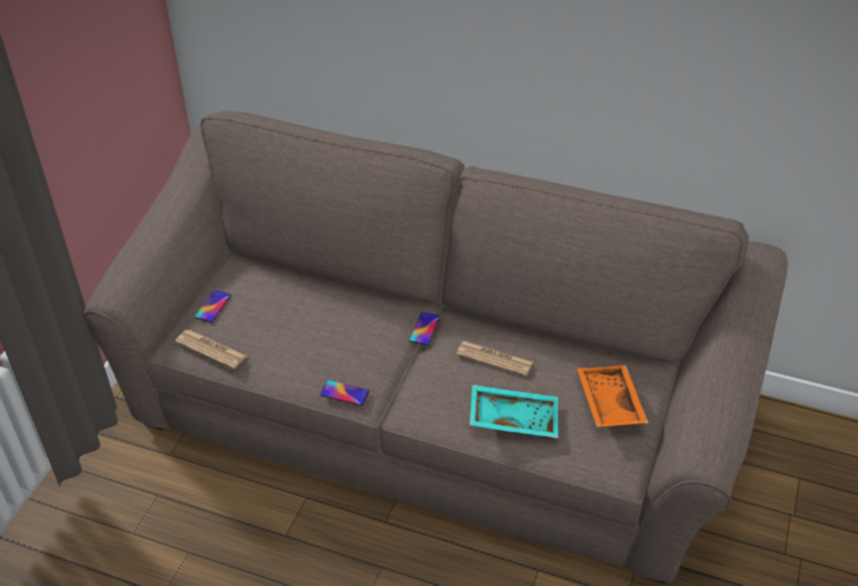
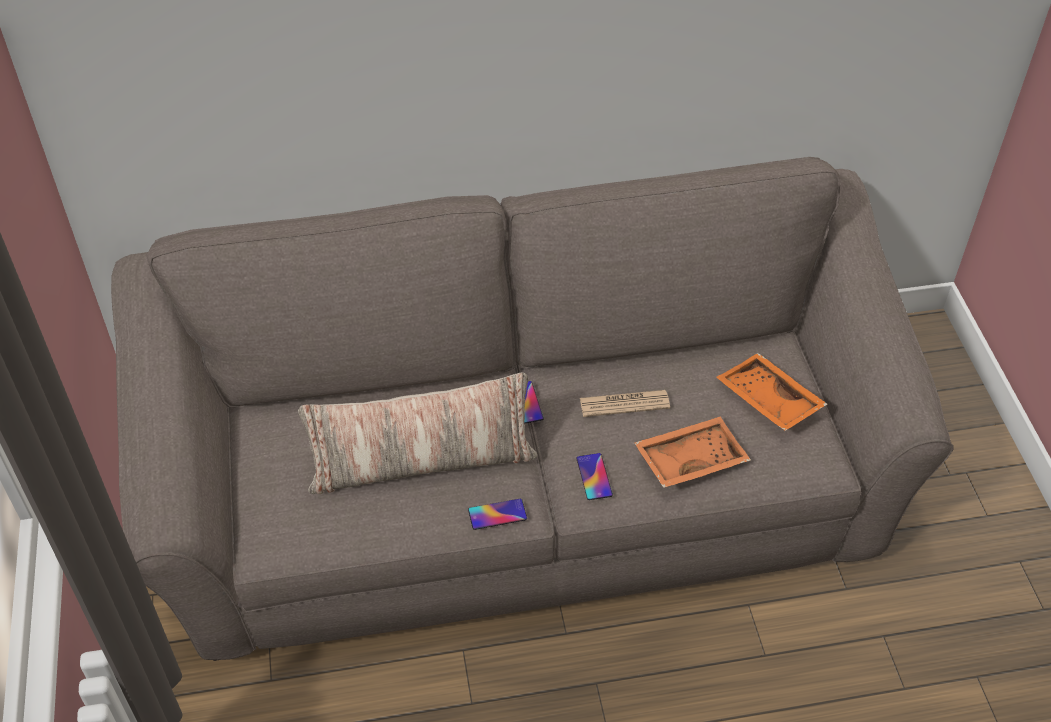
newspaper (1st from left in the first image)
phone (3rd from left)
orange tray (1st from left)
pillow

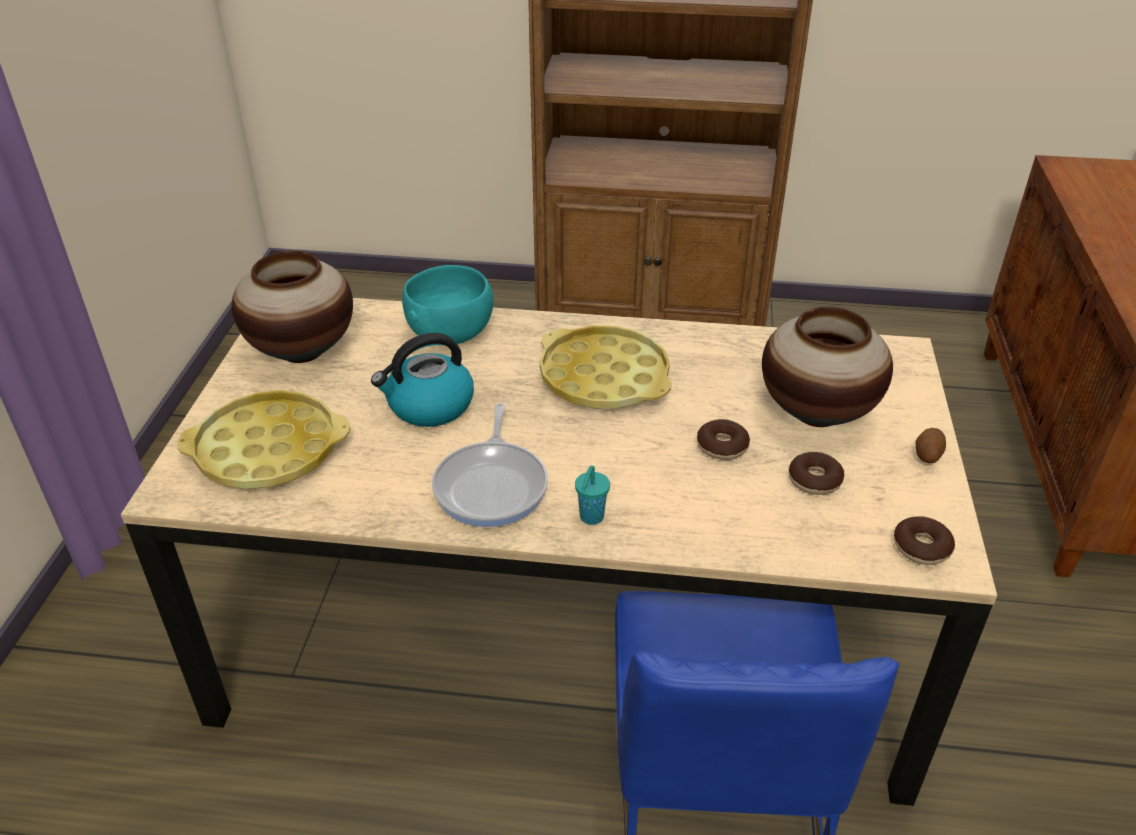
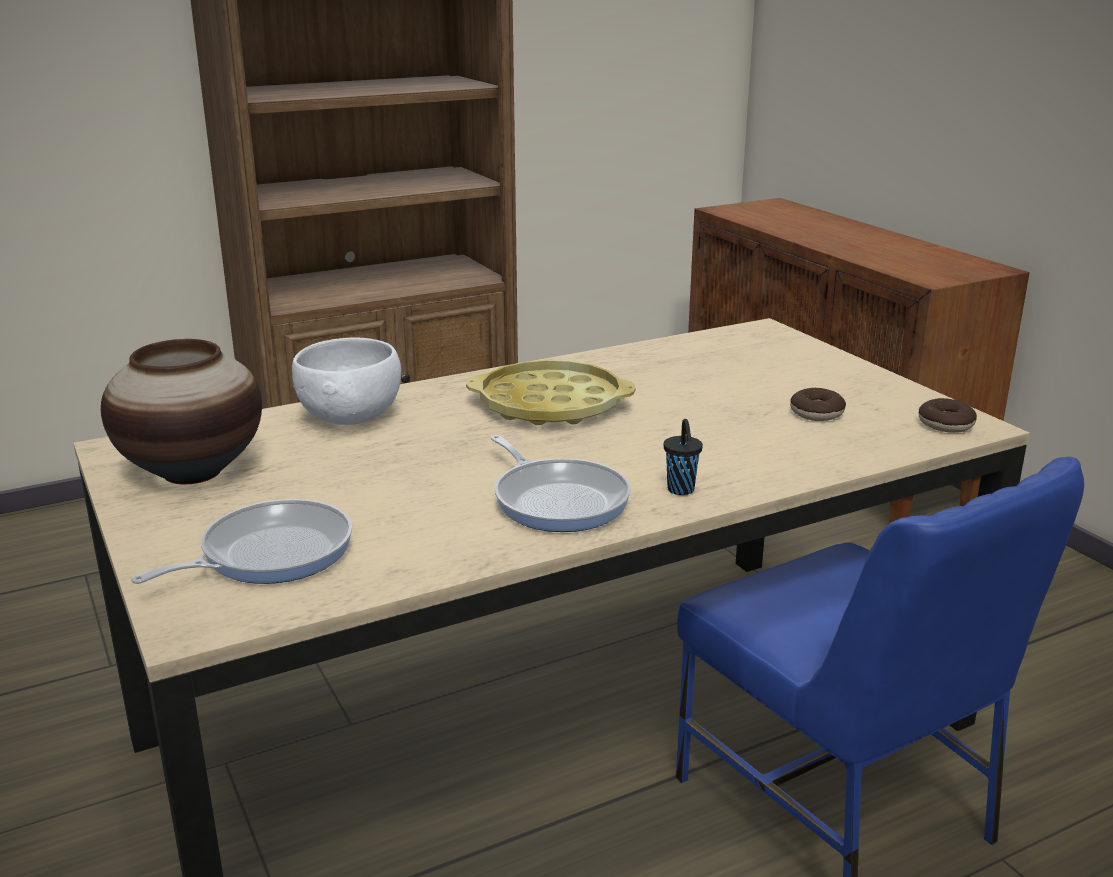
frying pan (1st from left)
kettle
white bowl
black cup
donut (1st from left in the first image)
vase (2nd from left in the first image)
potato

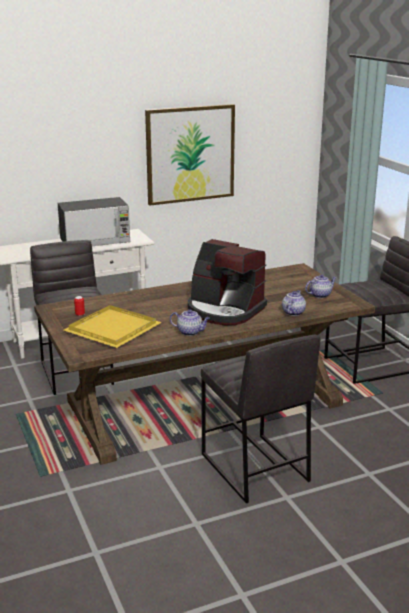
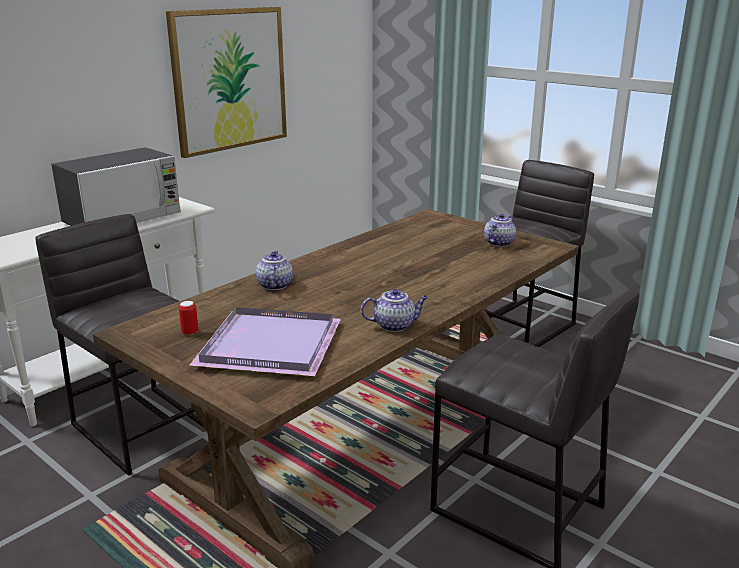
purple tray
coffee machine
teapot (1st from left)

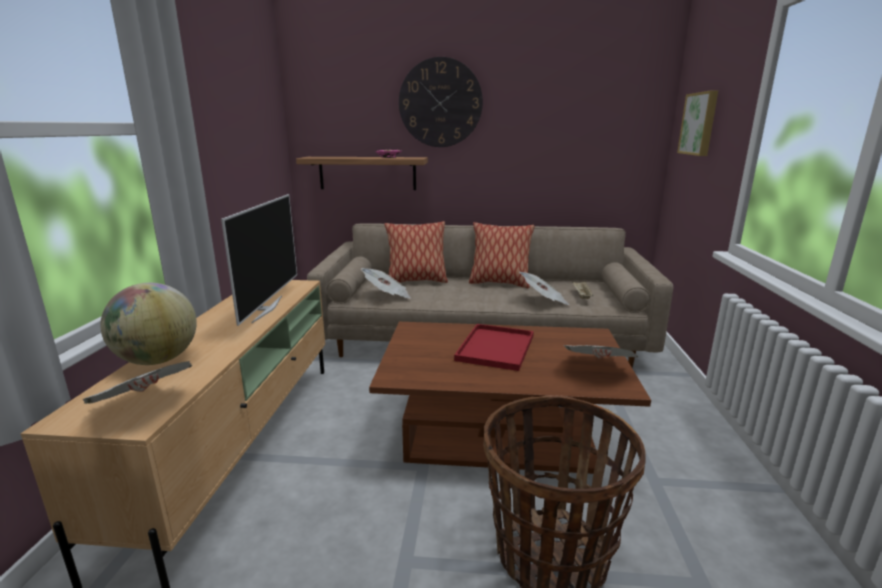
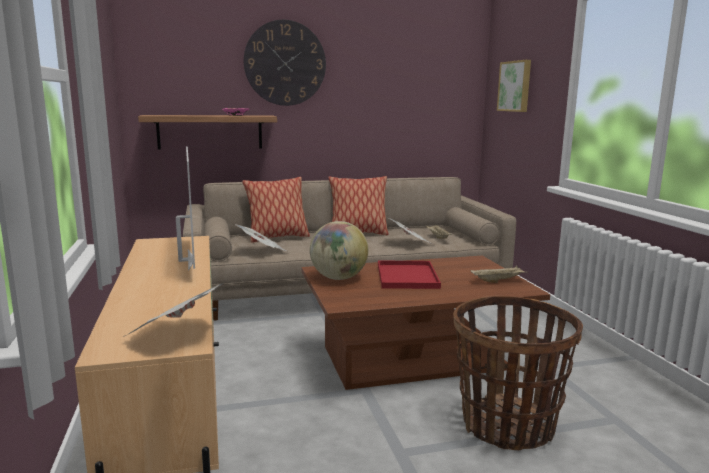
globe
beige tray (2nd from left)

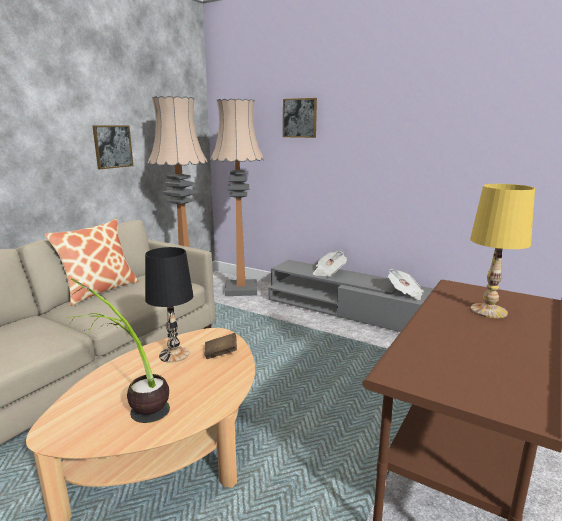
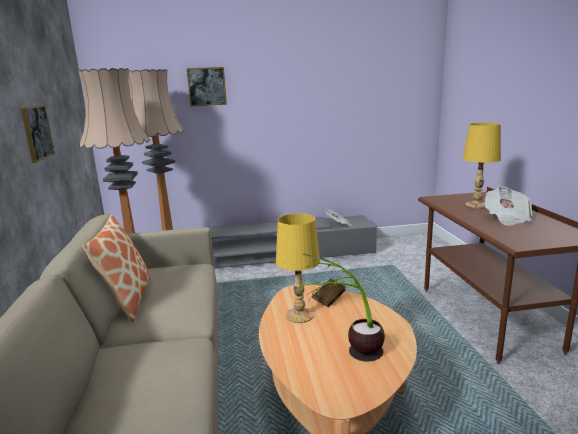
yellow table lamp (1st from left)
newspaper (2nd from left)

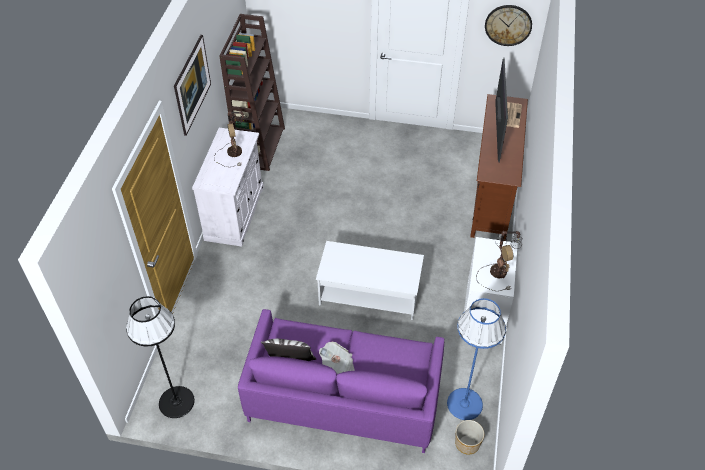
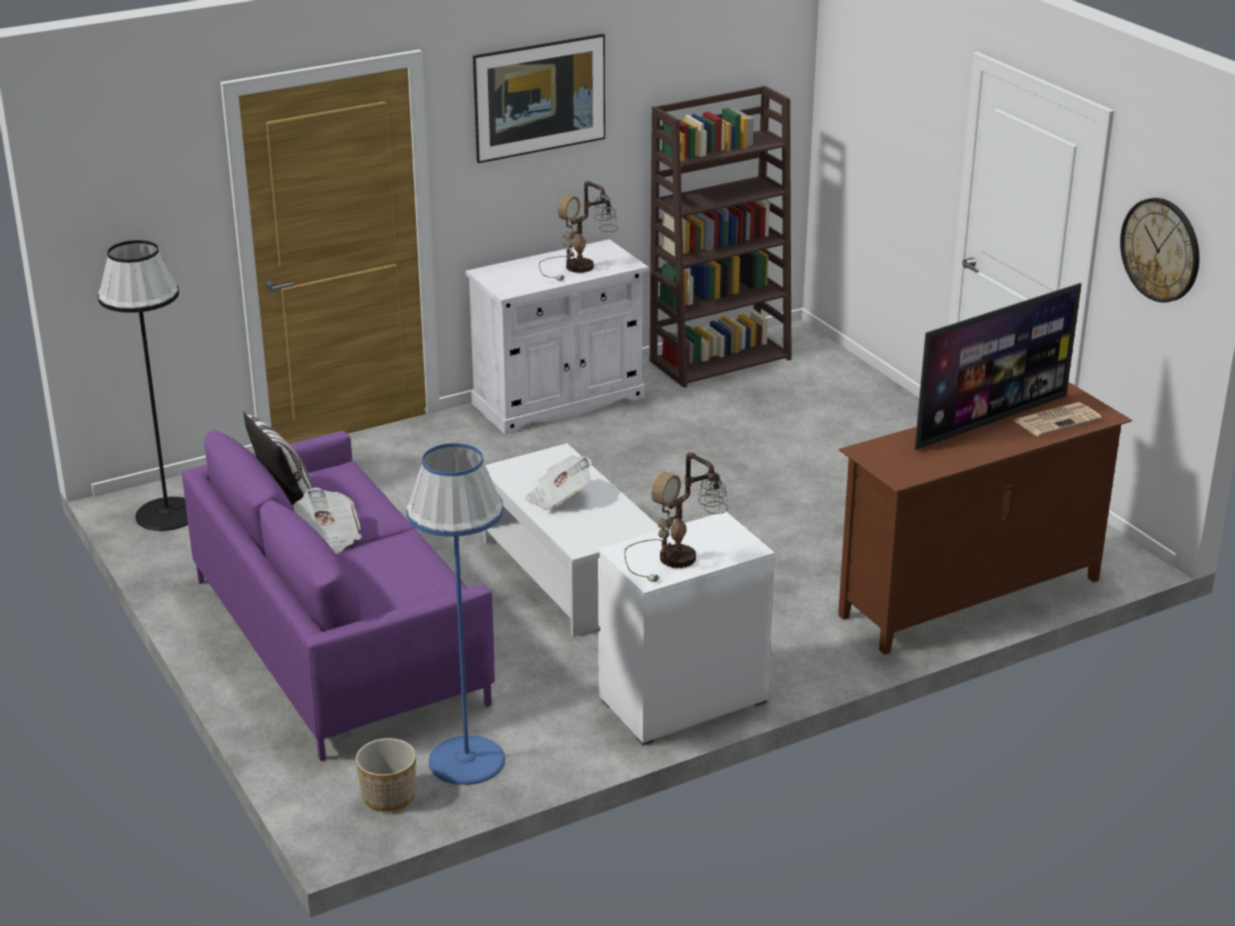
newspaper (2nd from left)

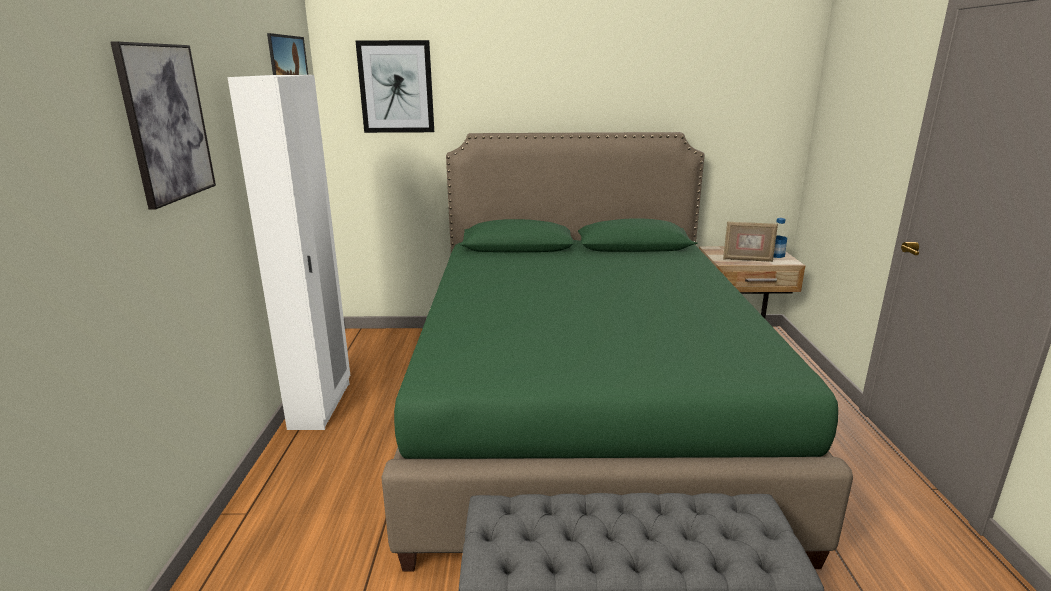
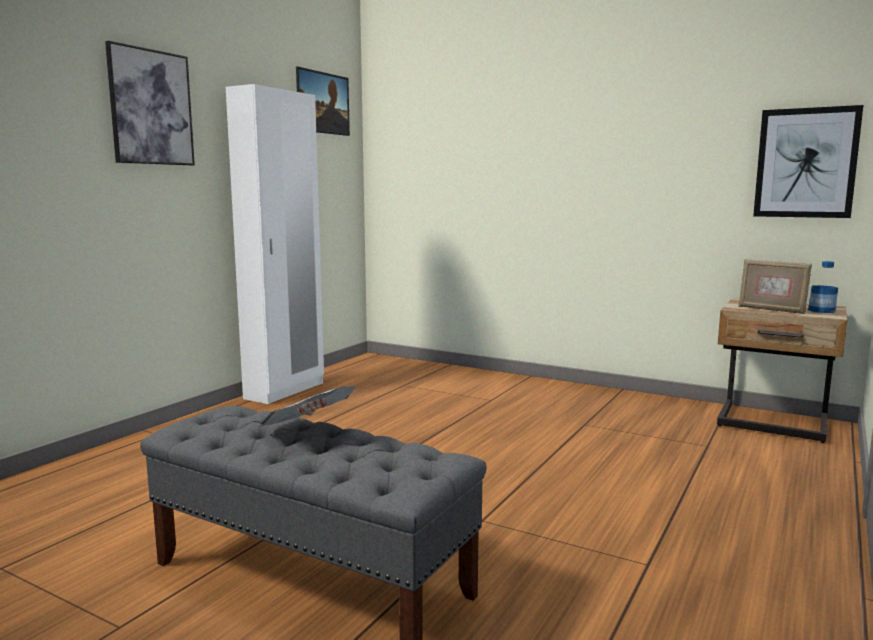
picture (3rd from left)
green bed
newspaper

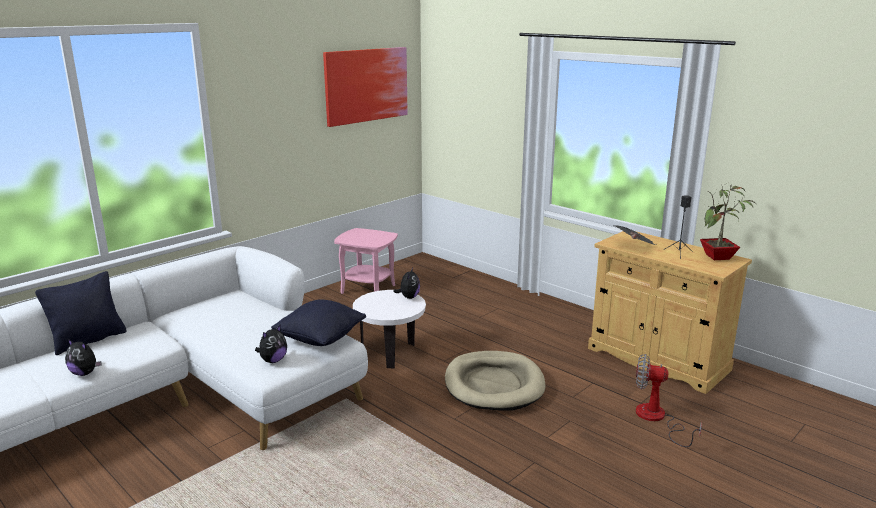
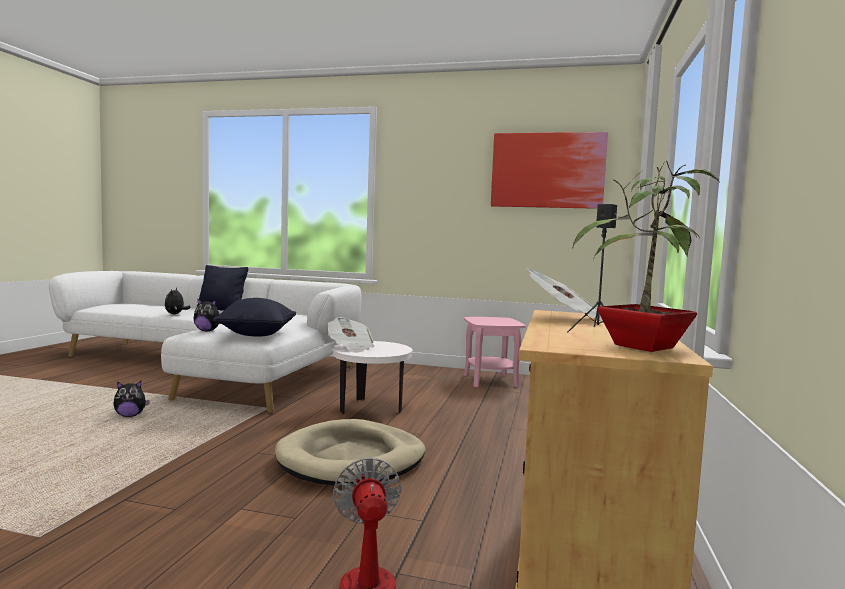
plush toy (1st from left)
newspaper (1st from left)

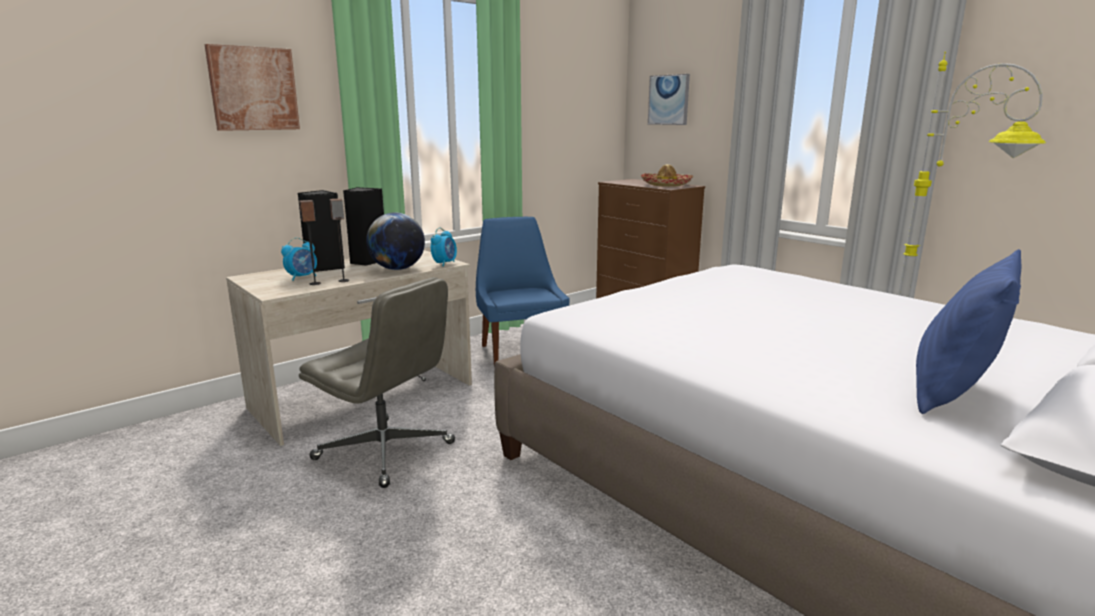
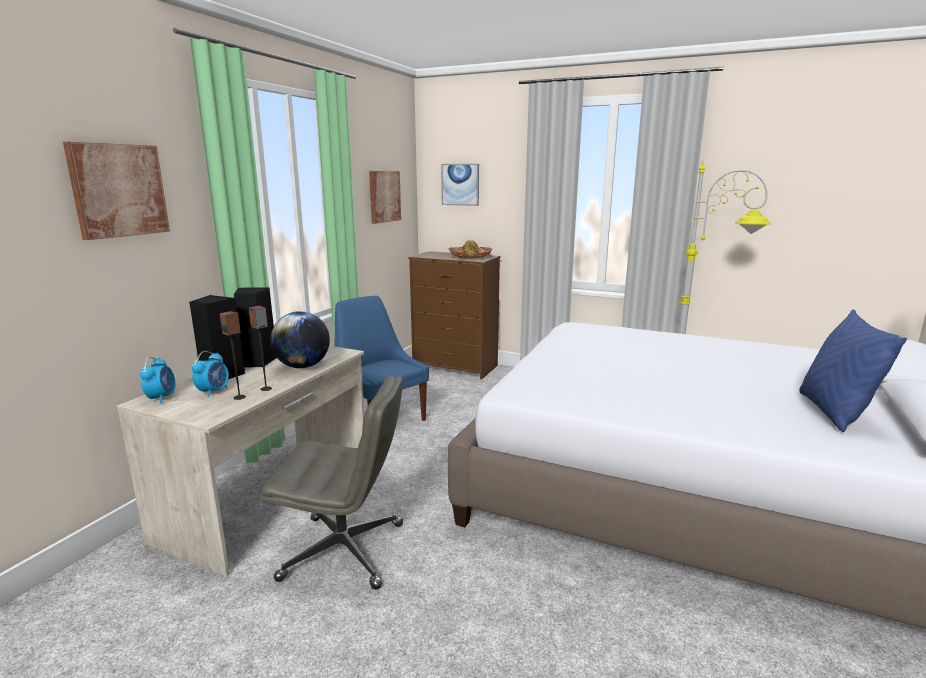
alarm clock (1st from left)
picture (2nd from left)

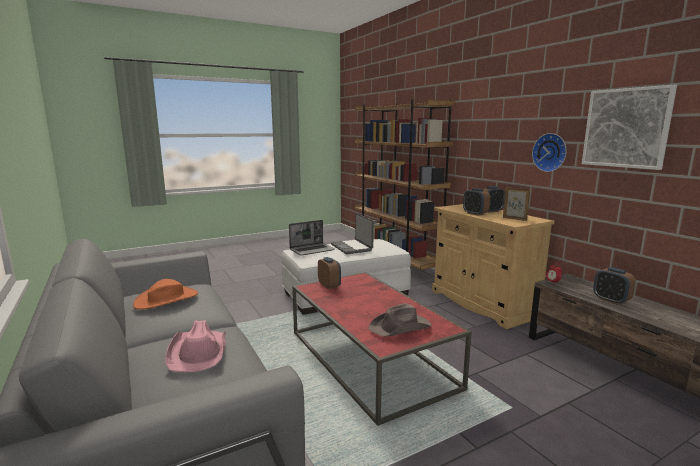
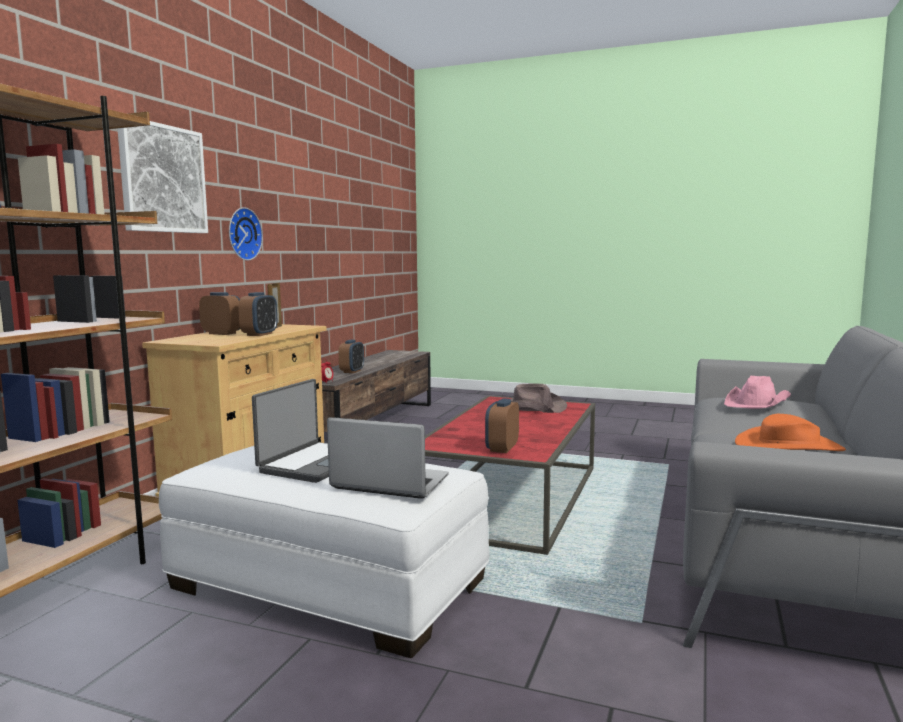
picture

